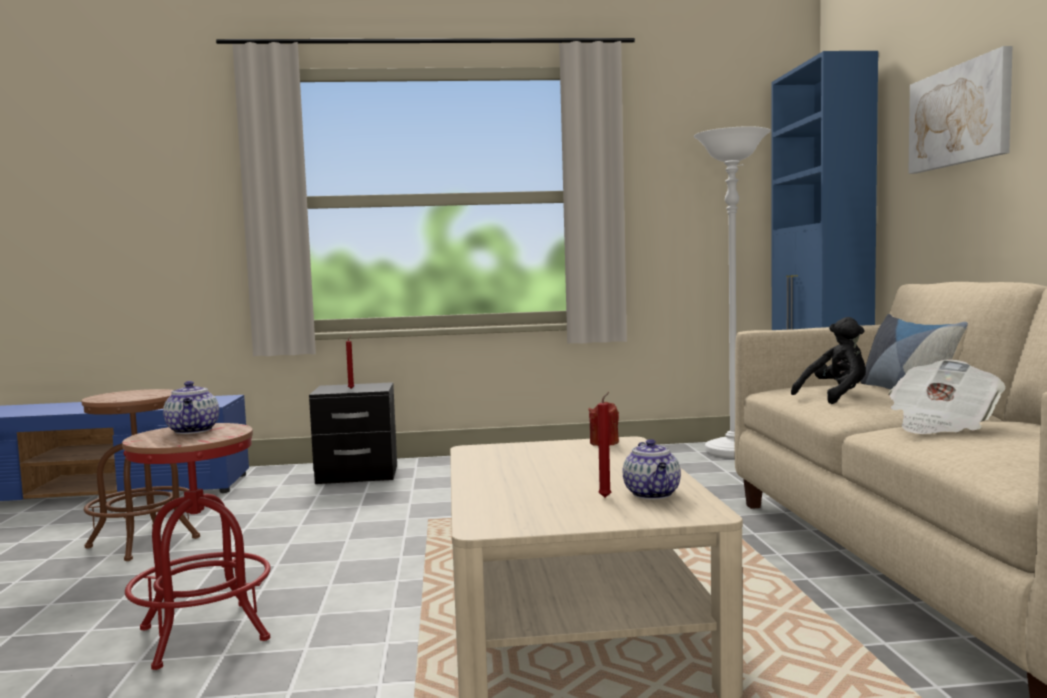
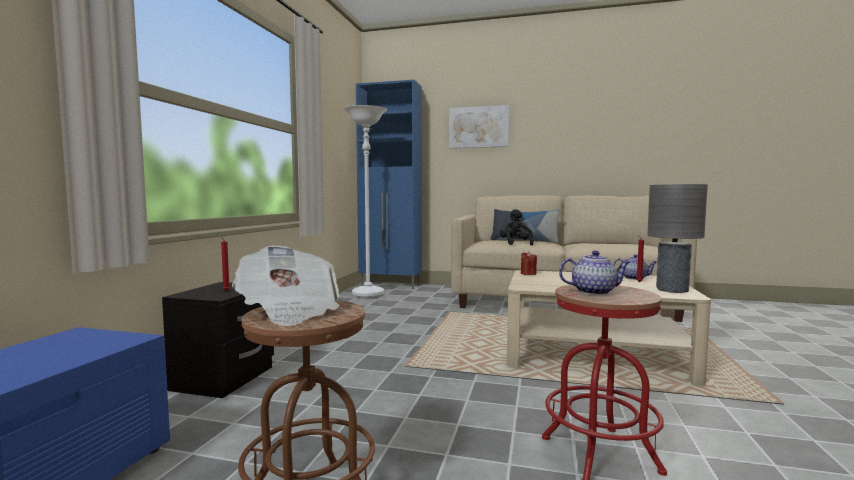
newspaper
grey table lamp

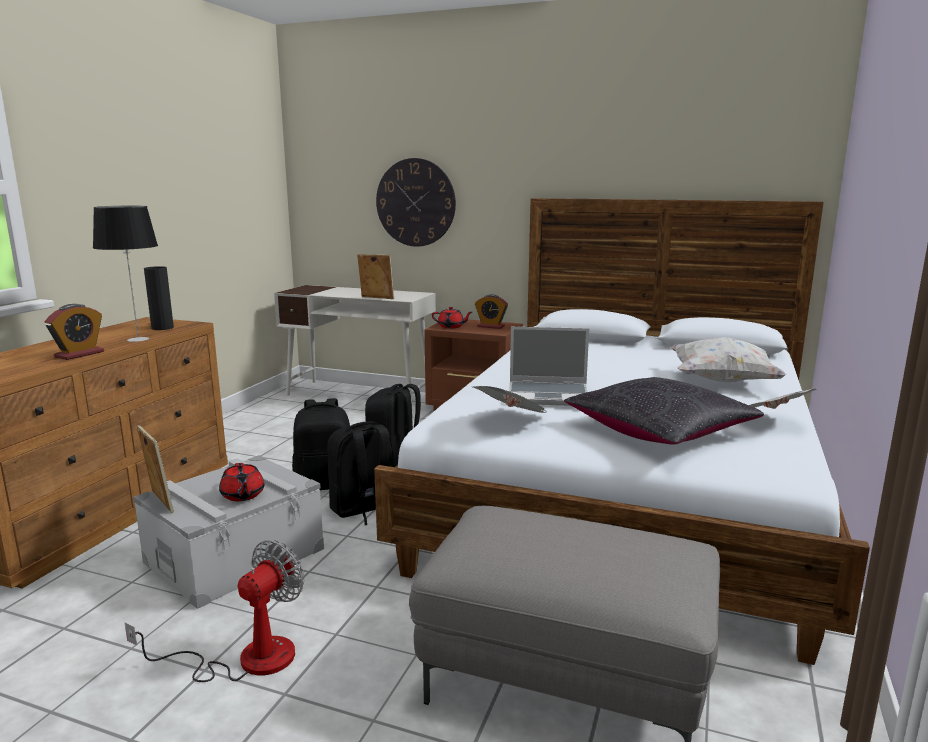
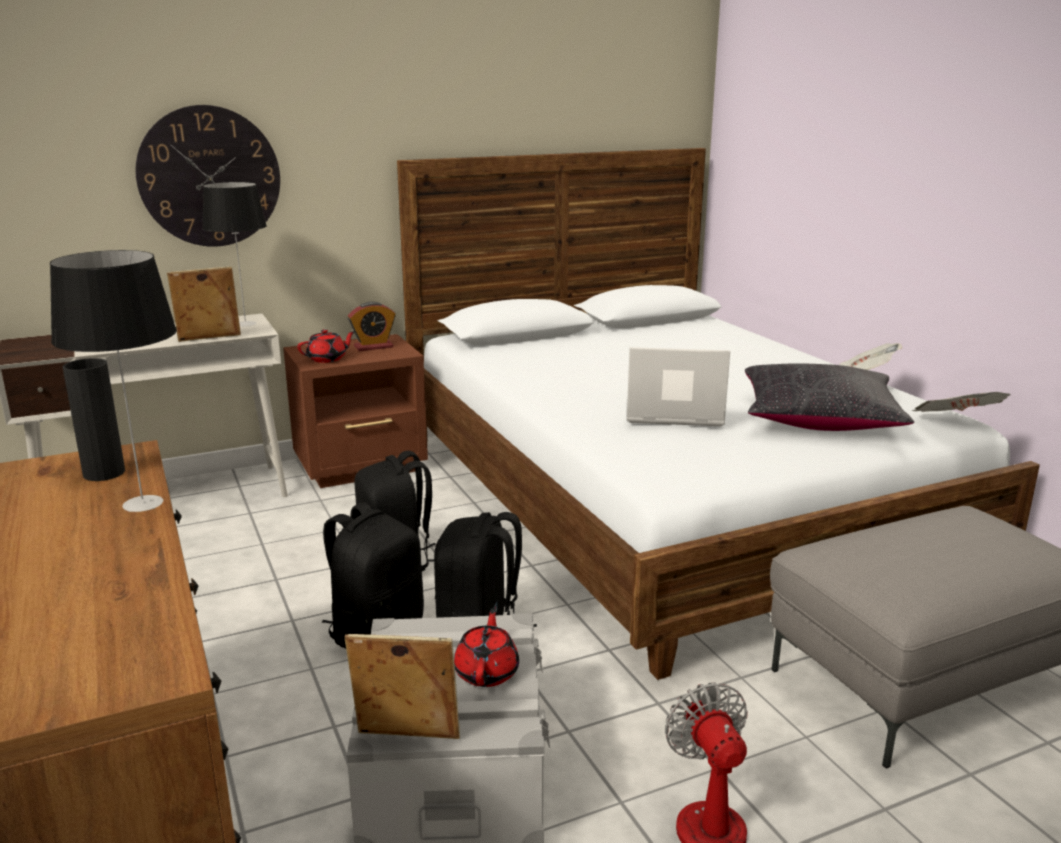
alarm clock (1st from left in the first image)
red teapot (2nd from left)
newspaper (2nd from left)
laptop
white pillow
table lamp (2nd from left)

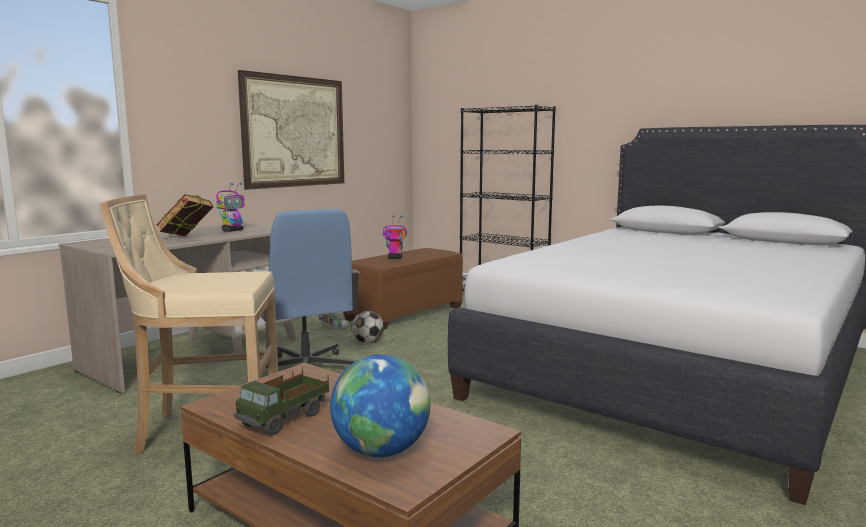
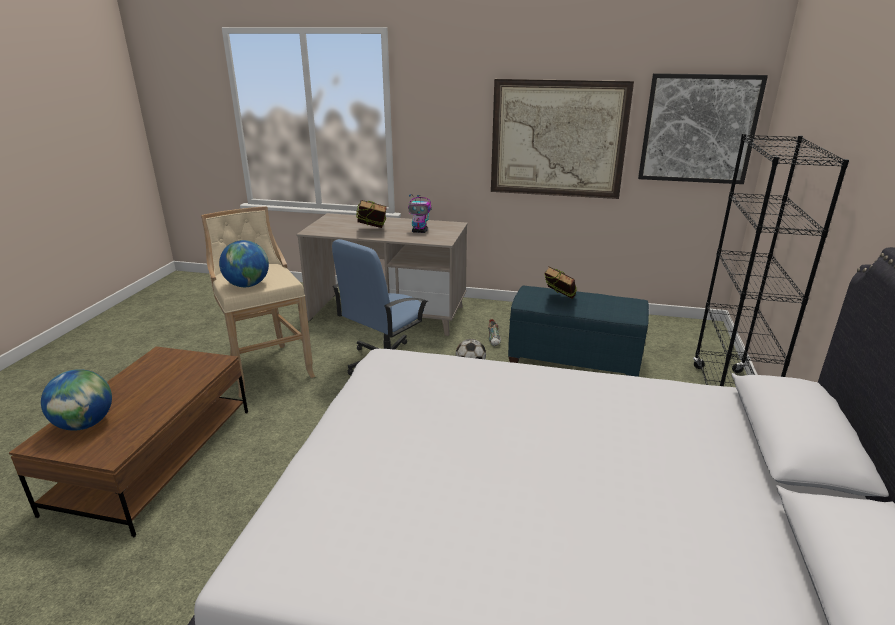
toy truck
blue ottoman
book (2nd from left)
globe (2nd from left)
picture (2nd from left)

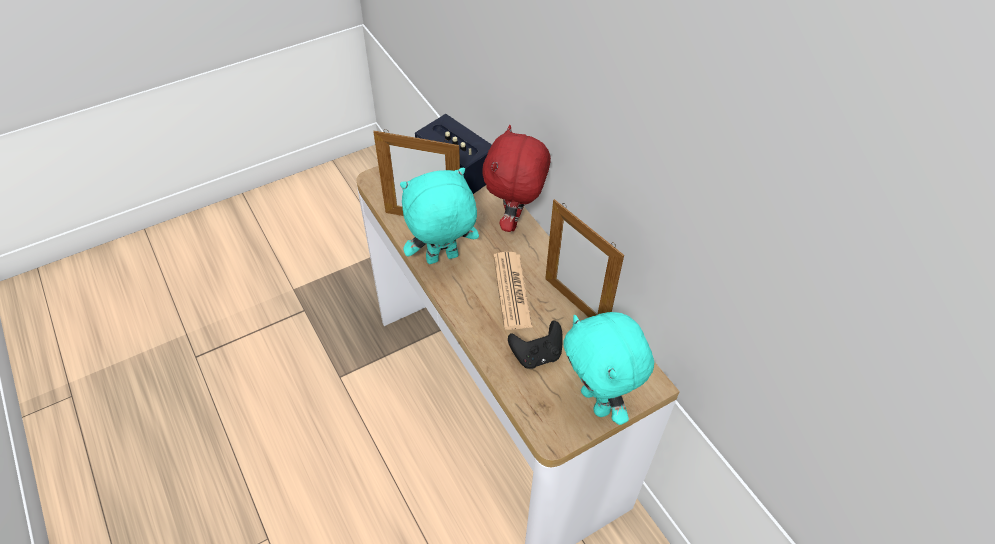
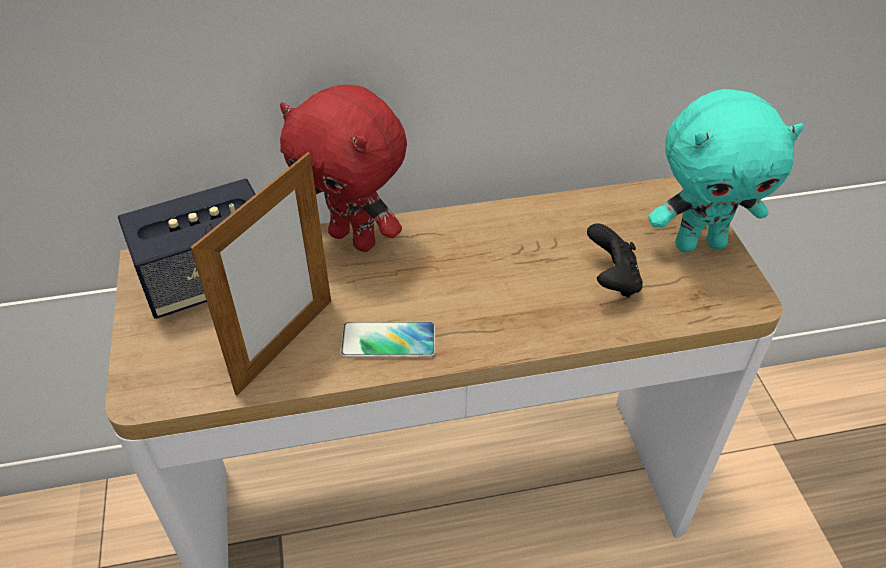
phone
newspaper
picture frame (2nd from left in the first image)

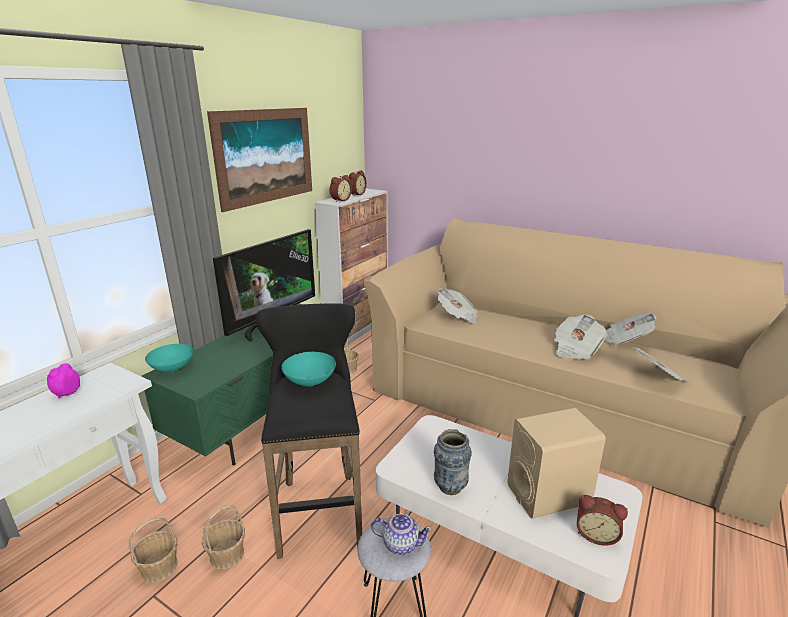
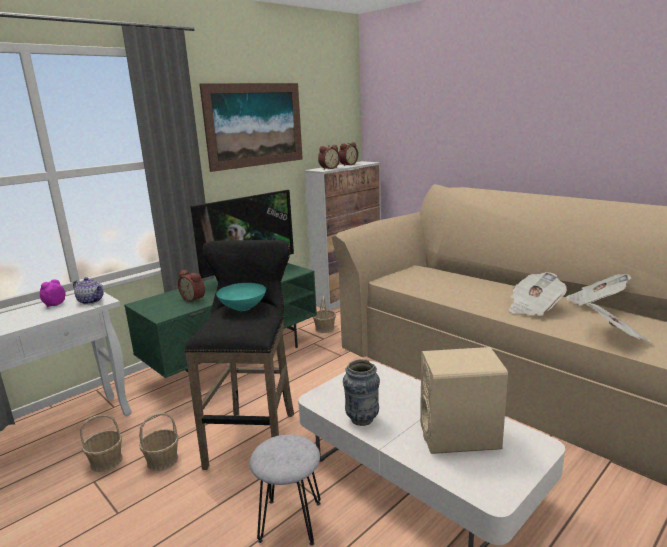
turquoise bowl (1st from left in the first image)
teapot
newspaper (1st from left in the first image)
alarm clock (2nd from left)

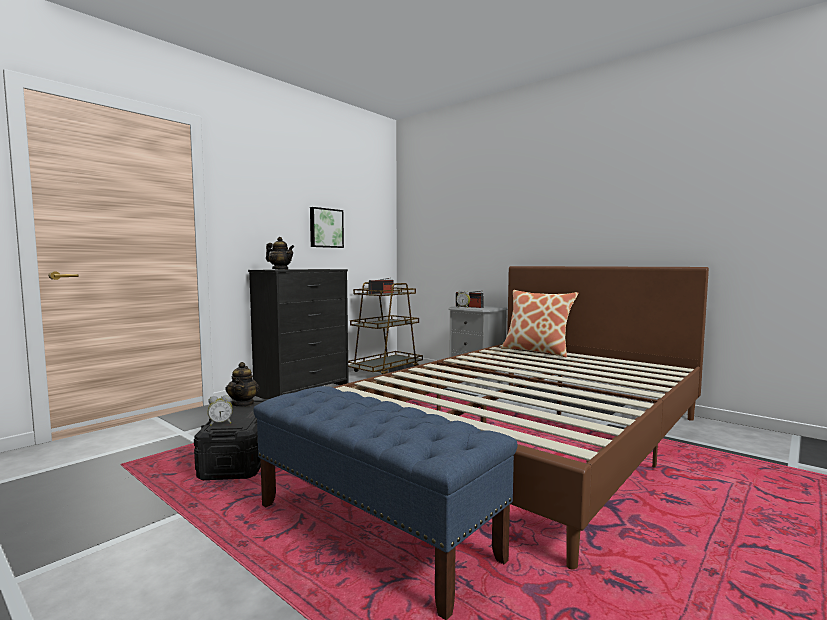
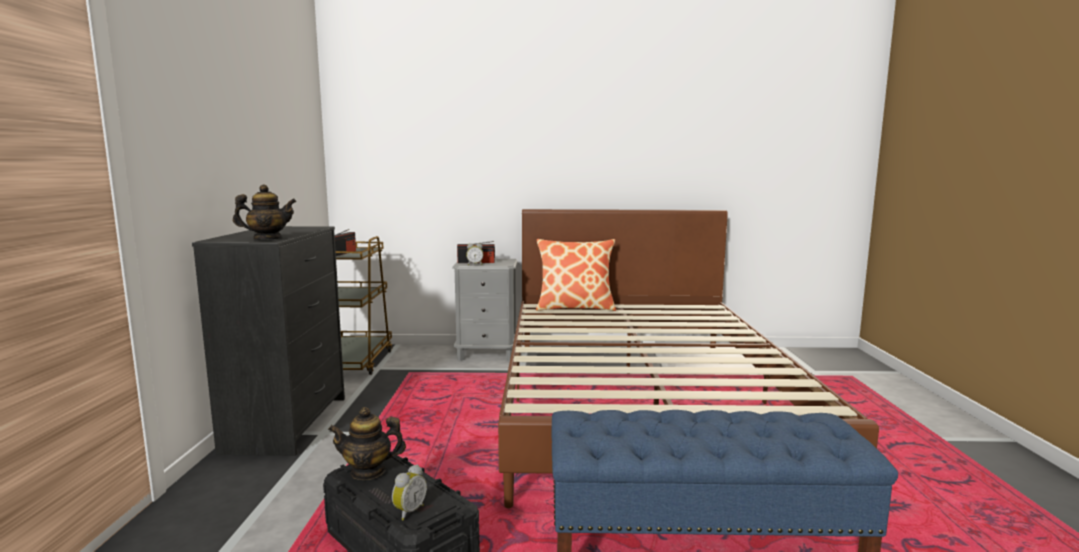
teapot (2nd from left)
picture

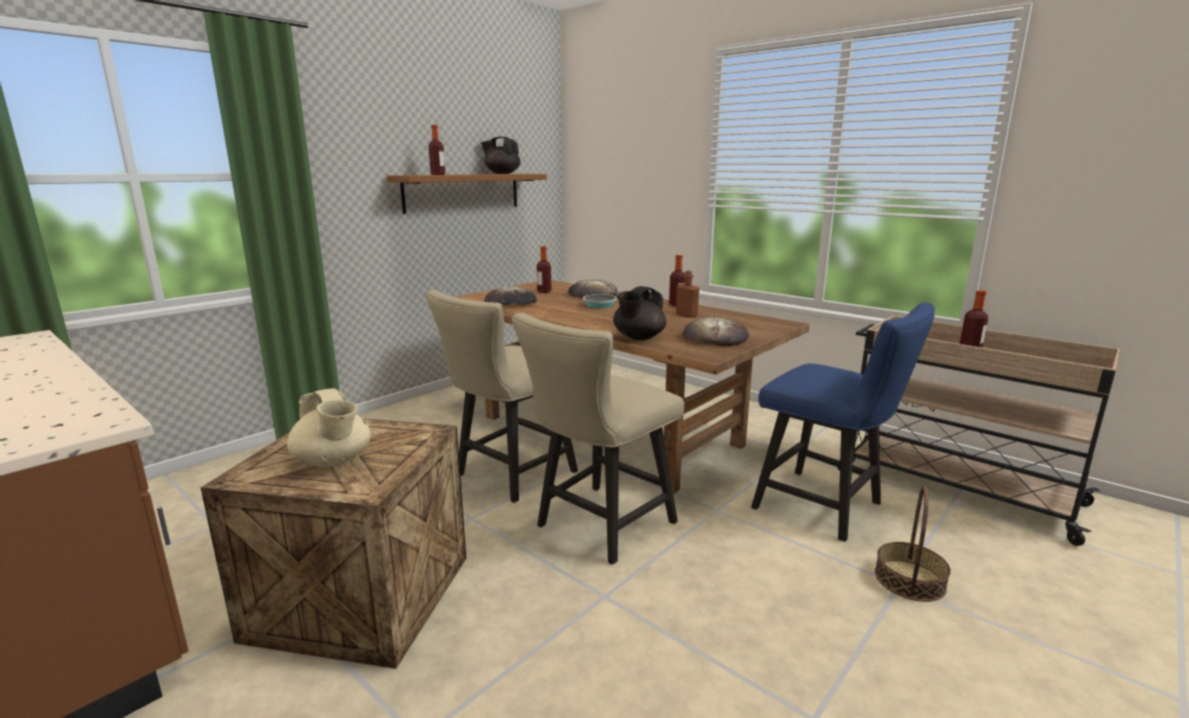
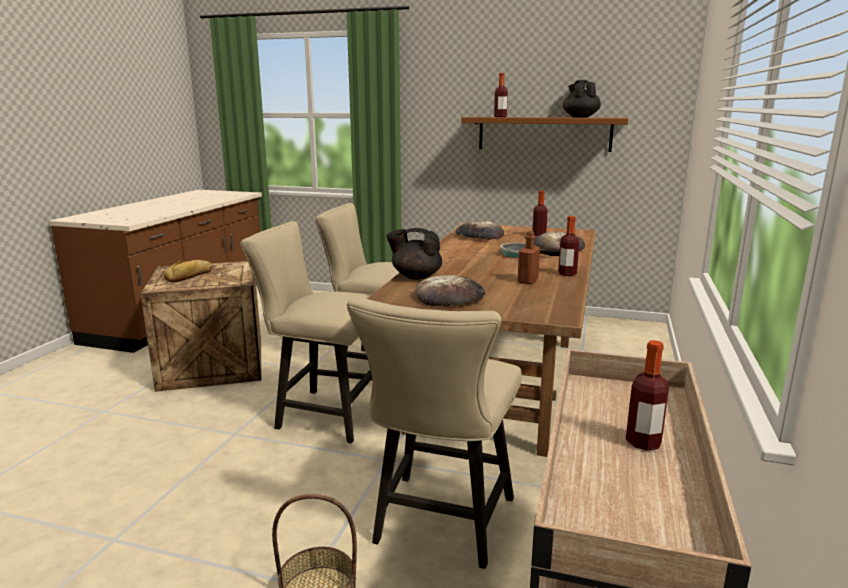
bread (1st from left)
beige chair (3rd from left)

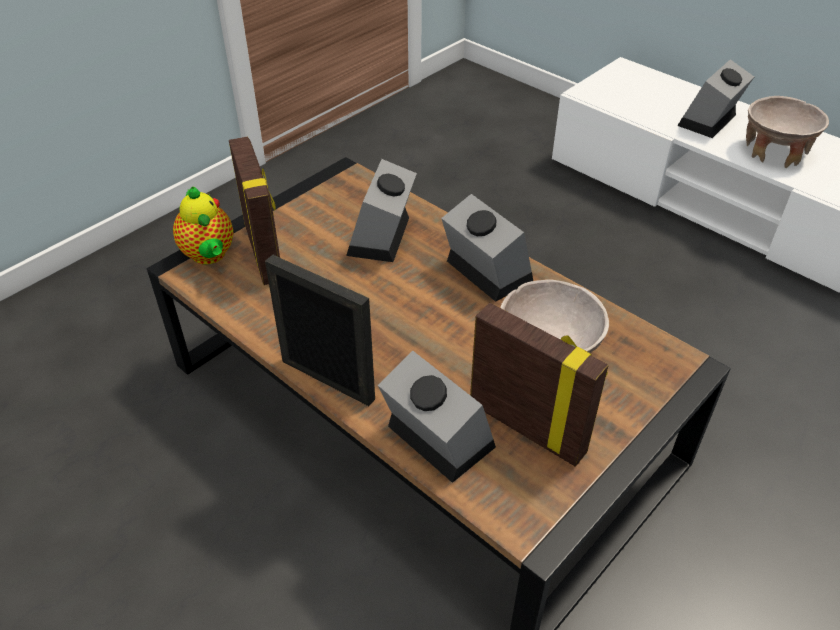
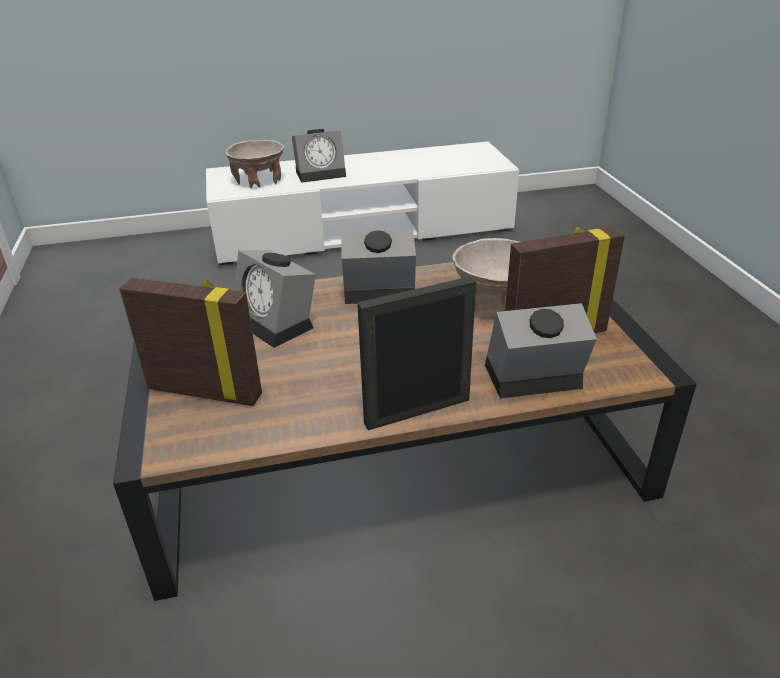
teapot
alarm clock (2nd from left)
beige bowl (1st from left)

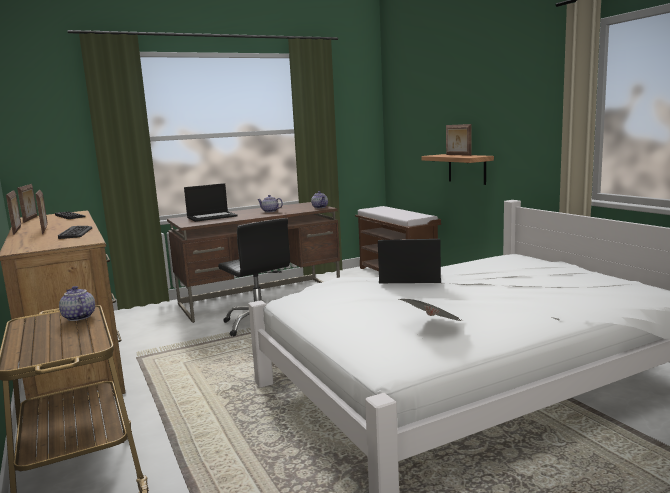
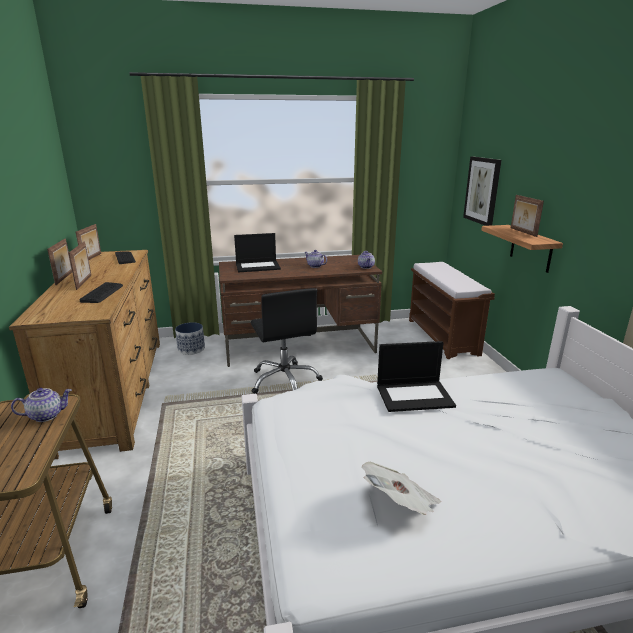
teapot (1st from left)
laptop (2nd from left)
planter
picture

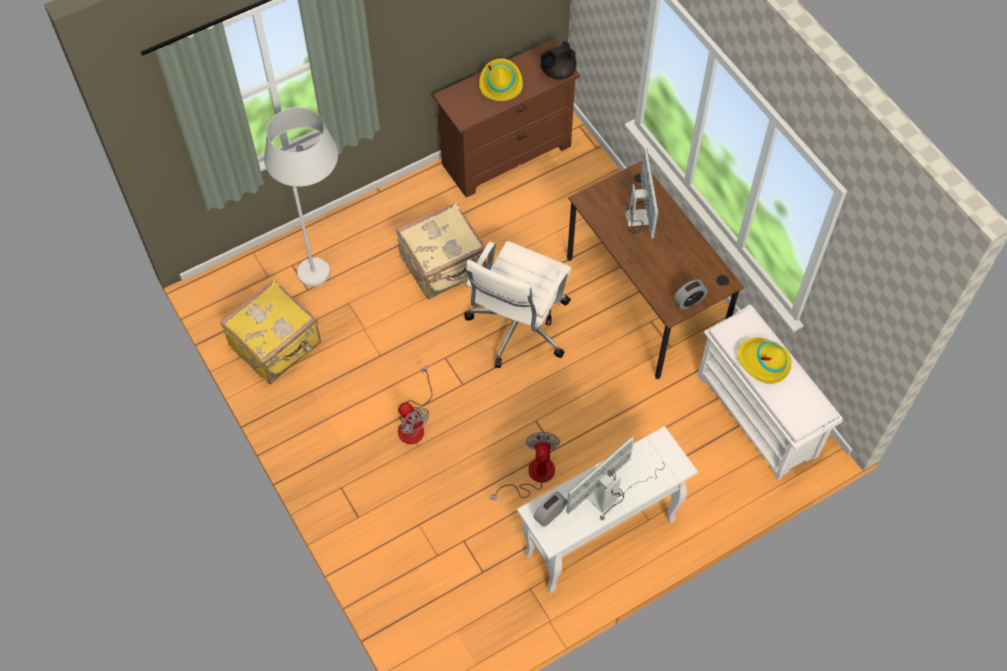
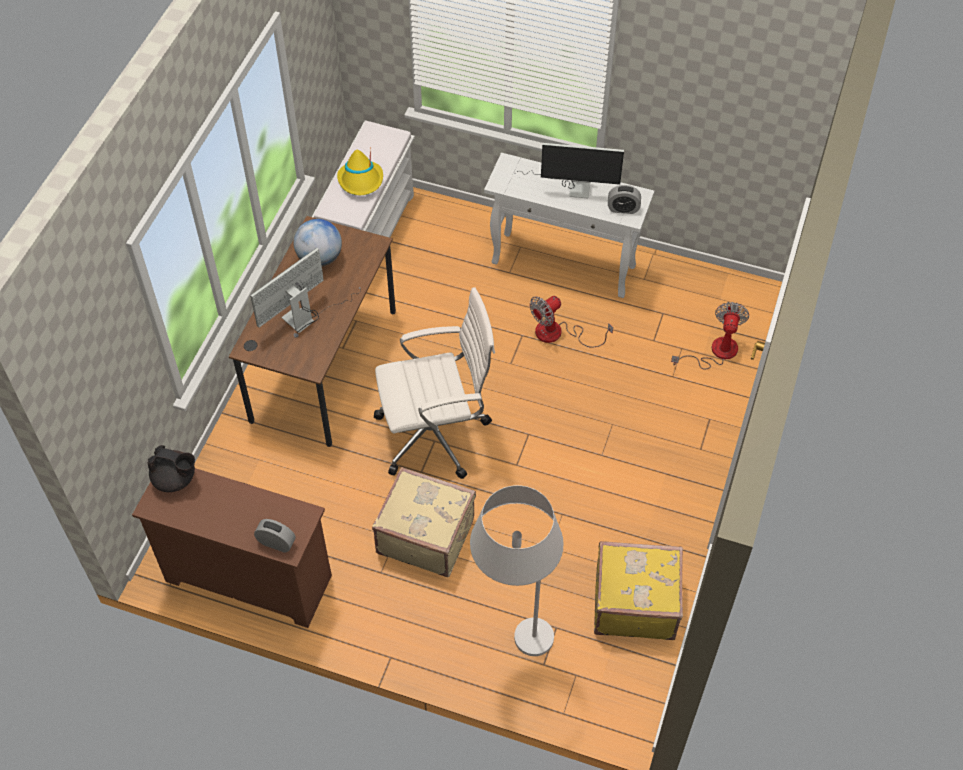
fan (2nd from left)
yellow hat (1st from left in the first image)
alarm clock (1st from left)
globe

